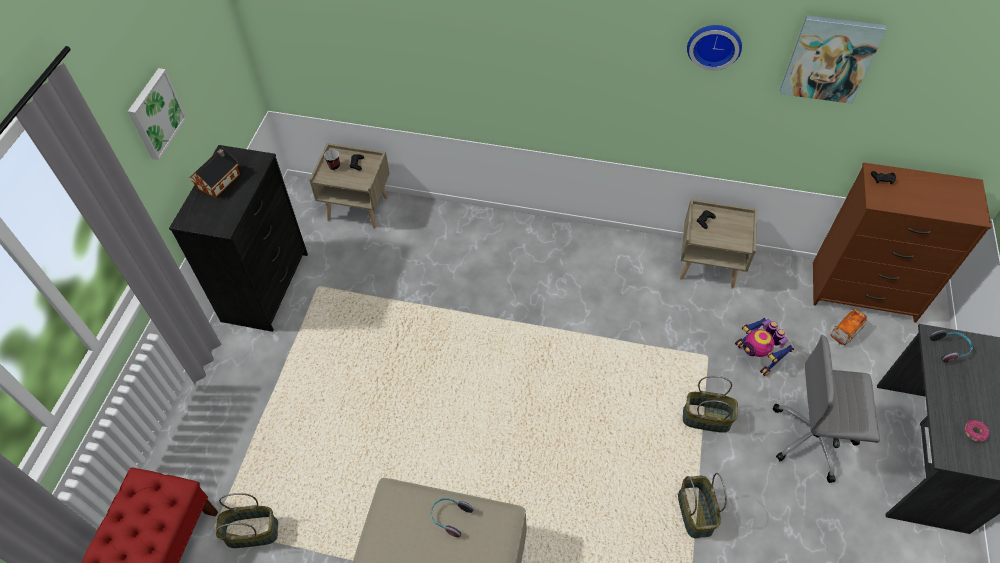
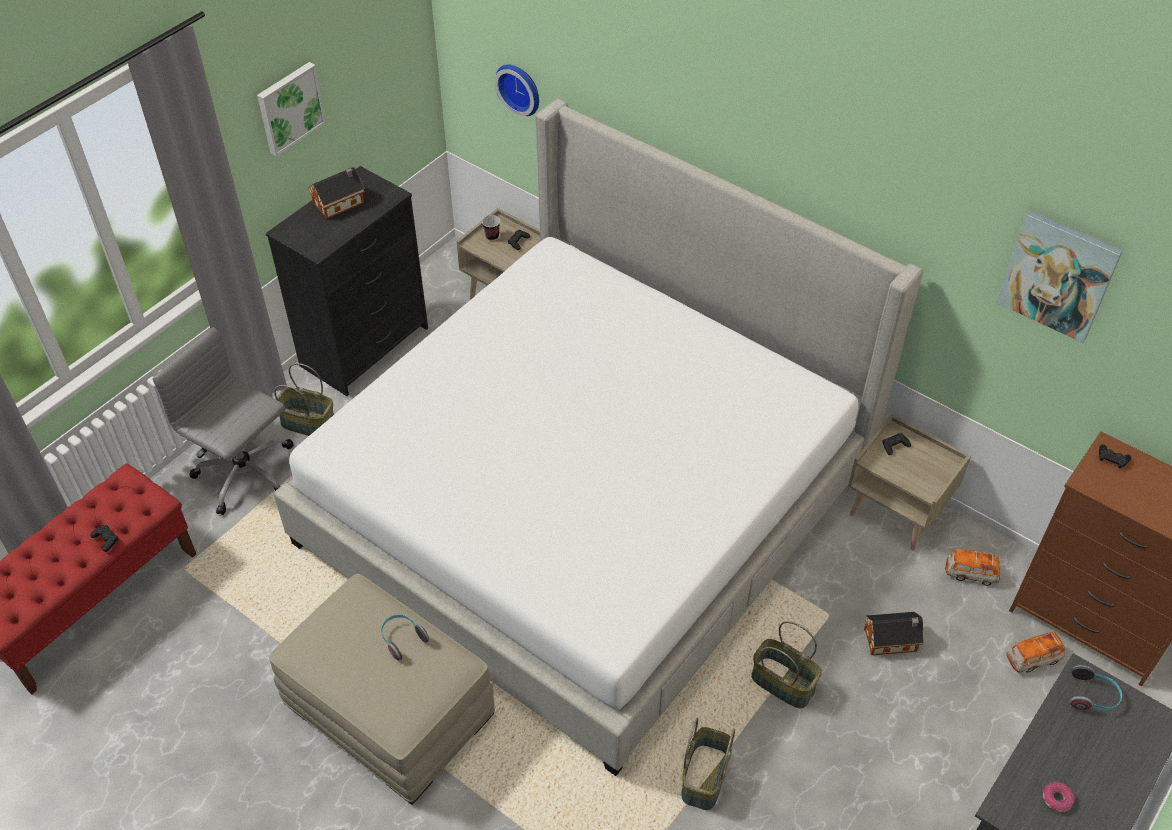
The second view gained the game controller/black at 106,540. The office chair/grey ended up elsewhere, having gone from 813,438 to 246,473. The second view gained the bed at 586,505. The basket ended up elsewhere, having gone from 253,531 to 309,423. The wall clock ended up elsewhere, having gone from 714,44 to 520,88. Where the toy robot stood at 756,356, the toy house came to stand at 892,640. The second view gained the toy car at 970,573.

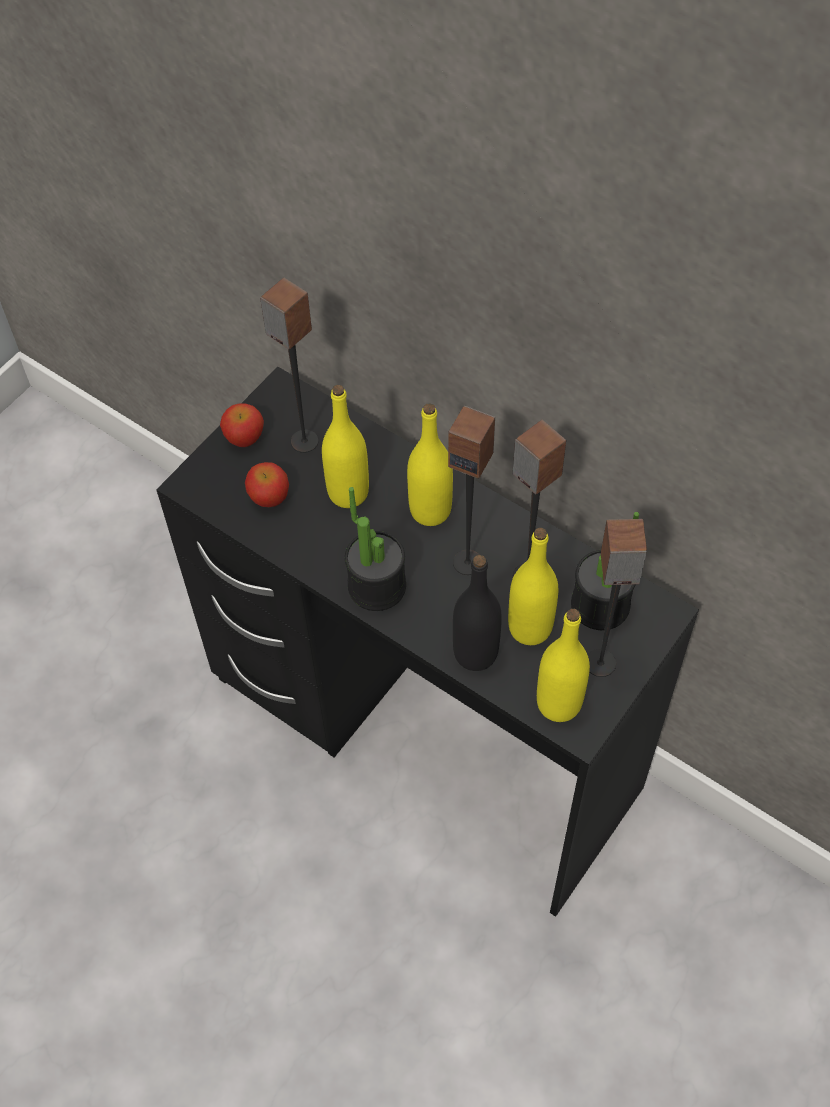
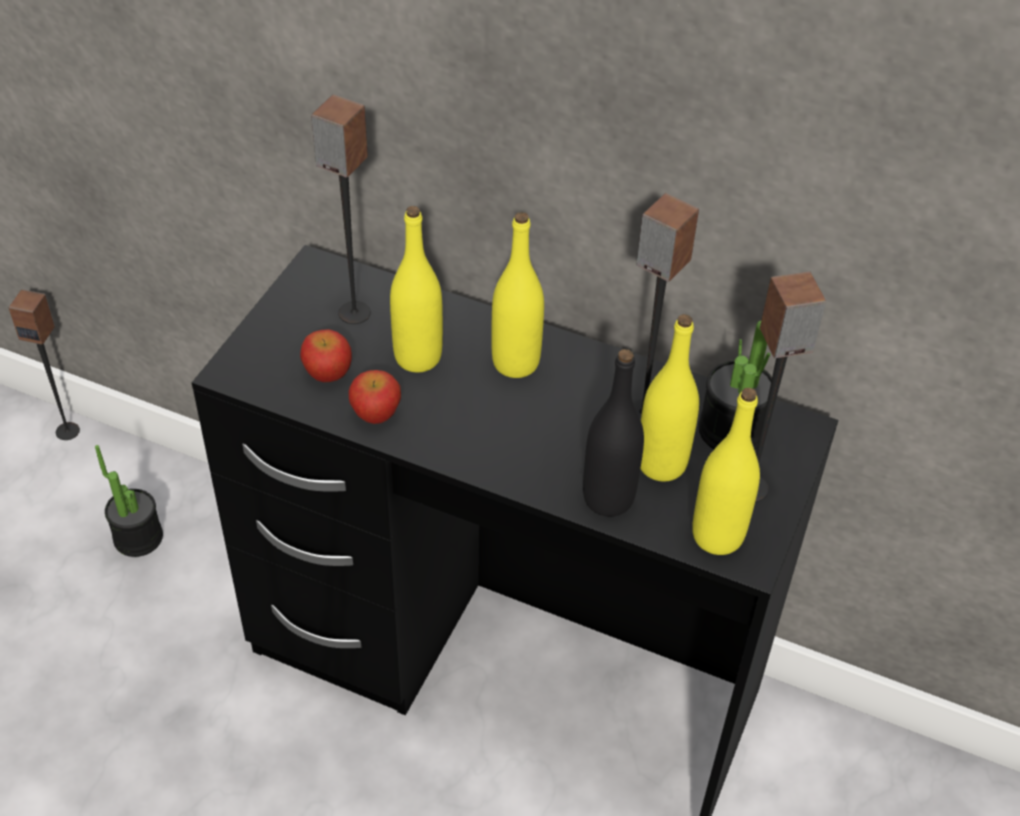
The speaker ended up elsewhere, having gone from 468,562 to 68,431. The potted plant ended up elsewhere, having gone from 377,586 to 138,537. The apple ended up elsewhere, having gone from 244,438 to 376,414.

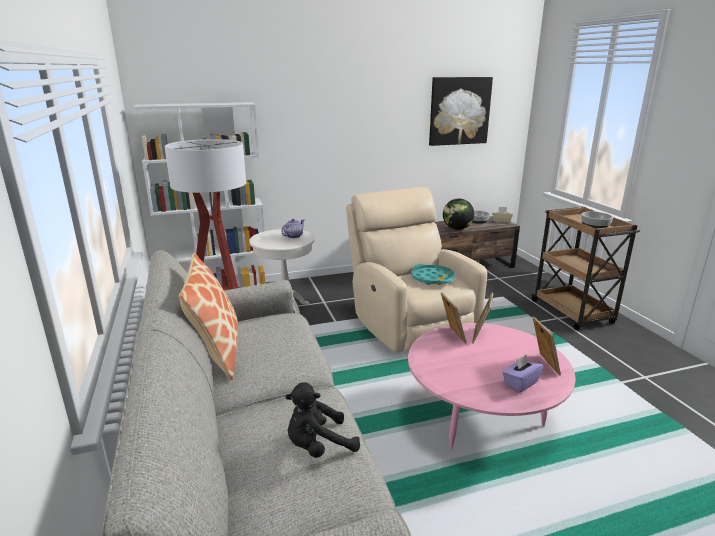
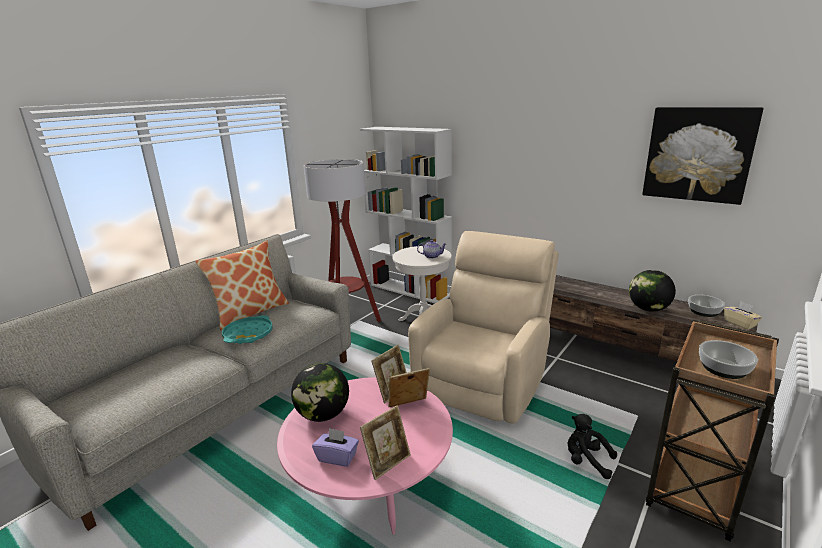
The tray/turquoise ended up elsewhere, having gone from 432,278 to 248,334. The second view gained the globe at 323,415. The plush toy/black ended up elsewhere, having gone from 318,446 to 586,461.

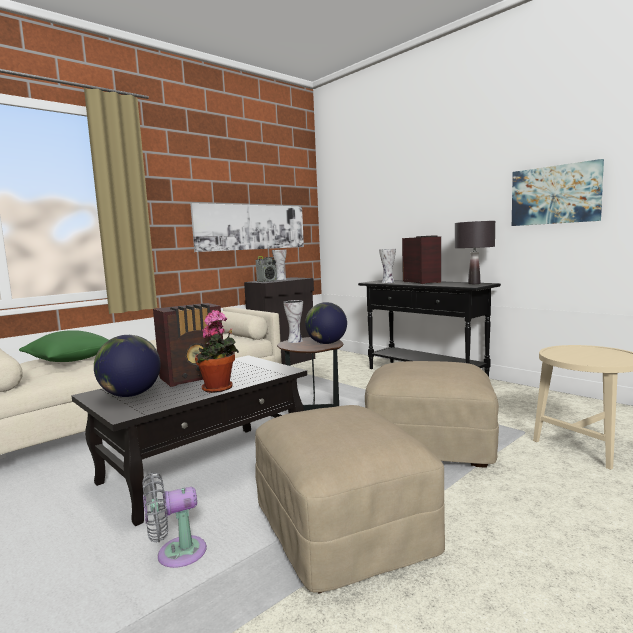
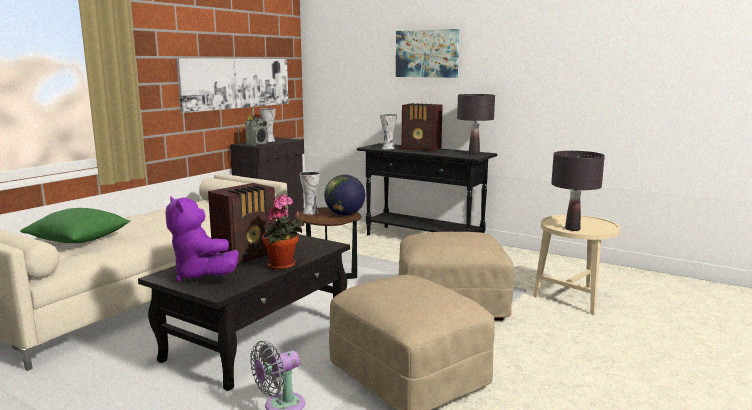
Where the globe stood at 130,395, the plush toy/purple came to stand at 201,275. The picture ended up elsewhere, having gone from 555,195 to 427,53. The radio at 421,282 ended up facing another way, 150 degrees clockwise from before. The second view gained the table lamp/black at 572,229.

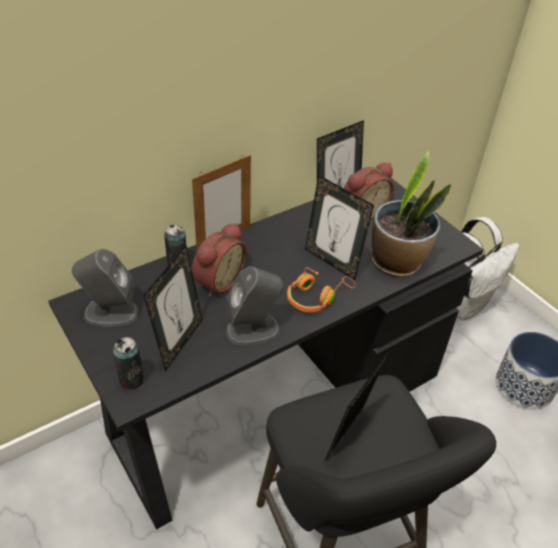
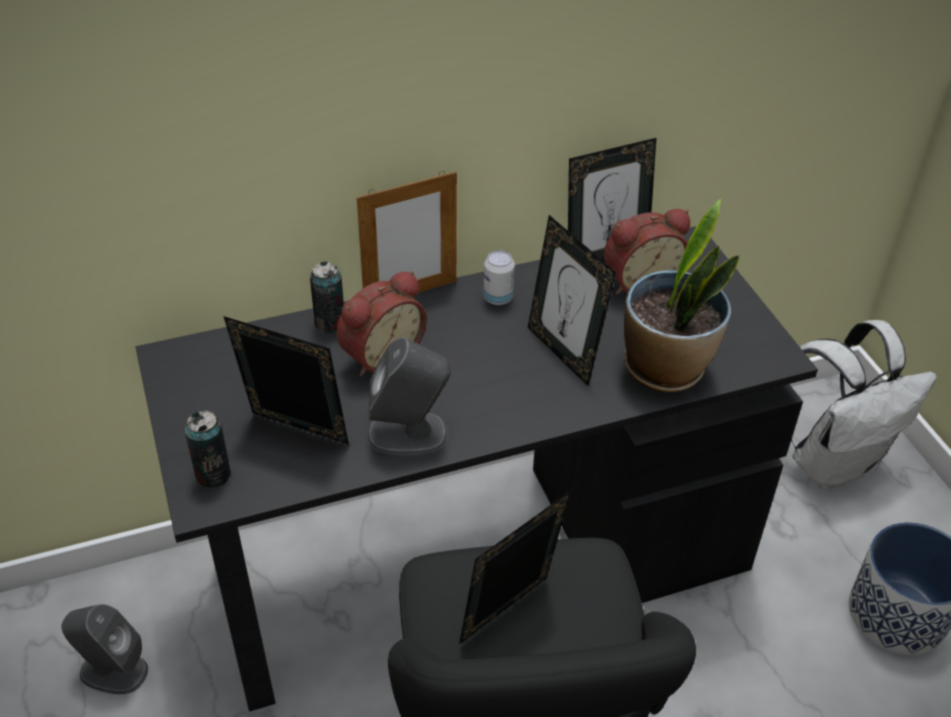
The speaker/grey ended up elsewhere, having gone from 110,312 to 113,670. The picture frame at 179,342 ended up facing another way, 105 degrees counterclockwise from before. The second view gained the can at 498,298. The second view lost the headphones/orange at 316,297.

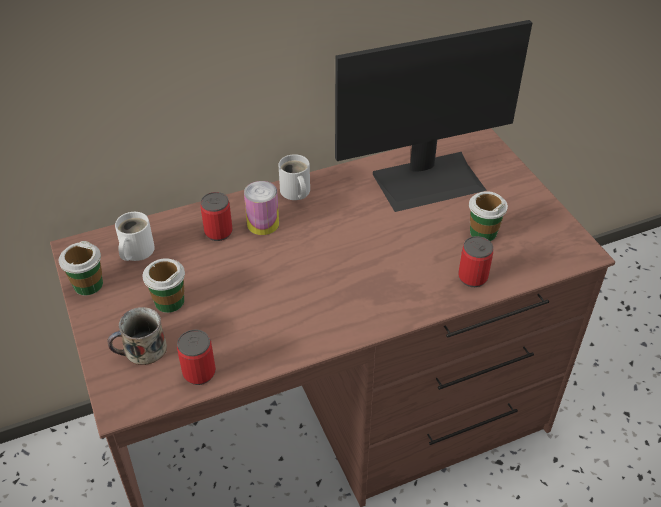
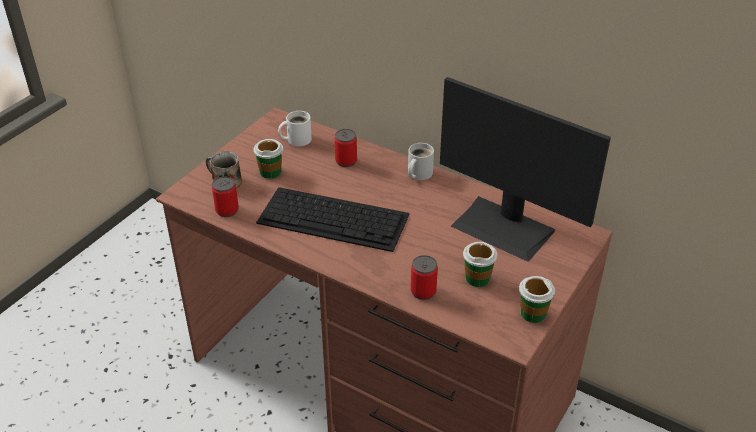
The second view gained the keyboard at 335,218. The cup ended up elsewhere, having gone from 88,285 to 533,313. The second view lost the can at 263,224.

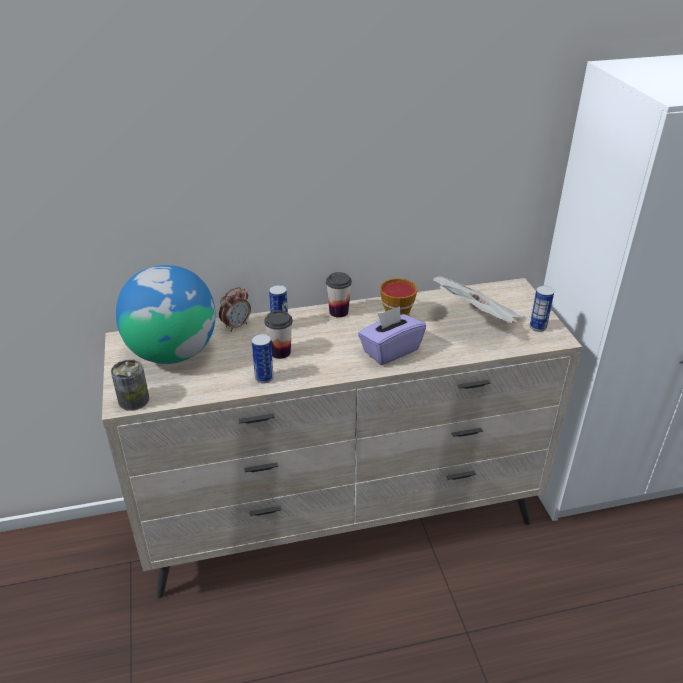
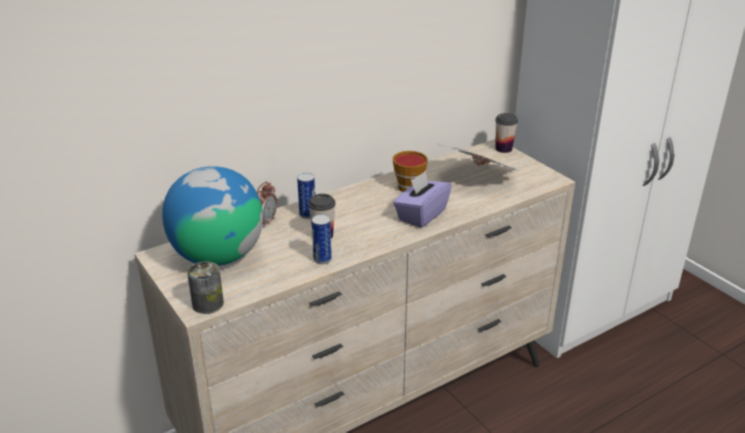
The cup ended up elsewhere, having gone from 338,312 to 503,149. The second view lost the can at 538,327.

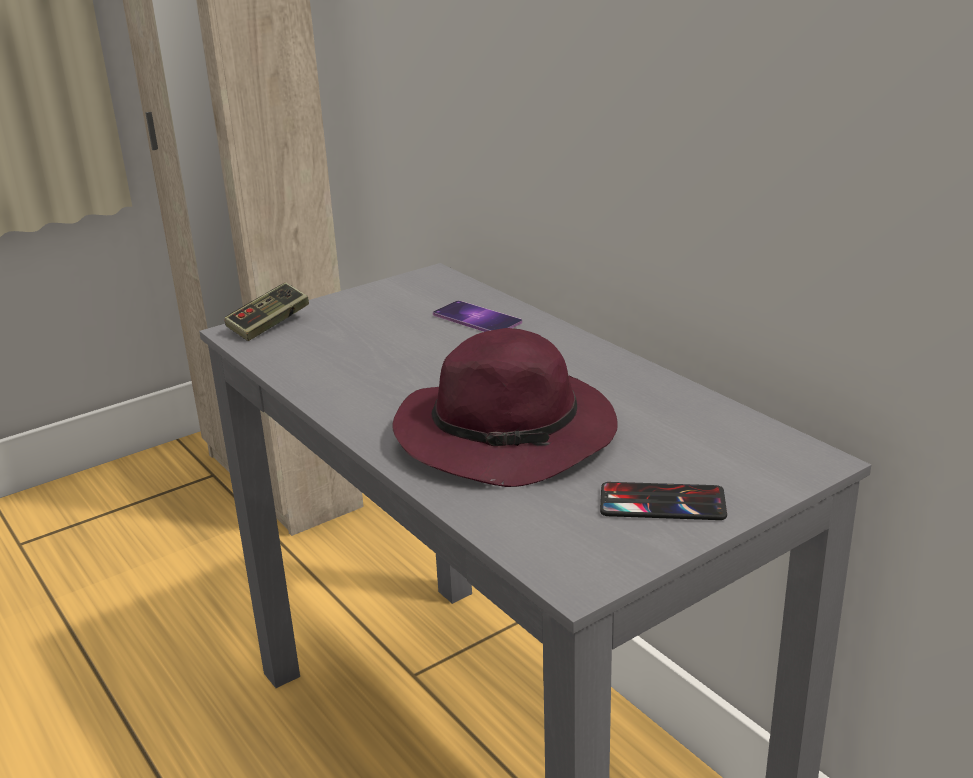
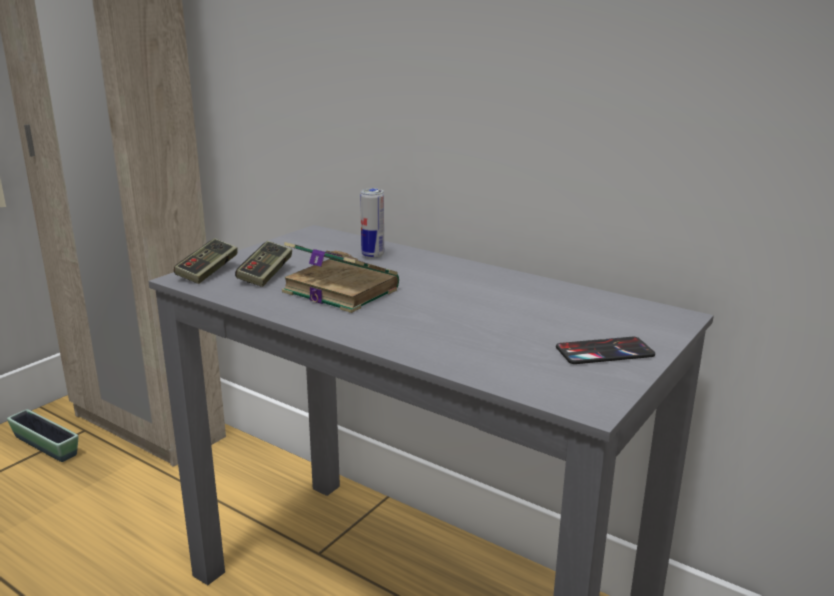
The second view gained the planter at 45,446. The second view gained the game controller at 265,275. The second view gained the book at 338,290. Where the phone stood at 477,318, the can came to stand at 373,256. The second view lost the hat/purple at 510,435.

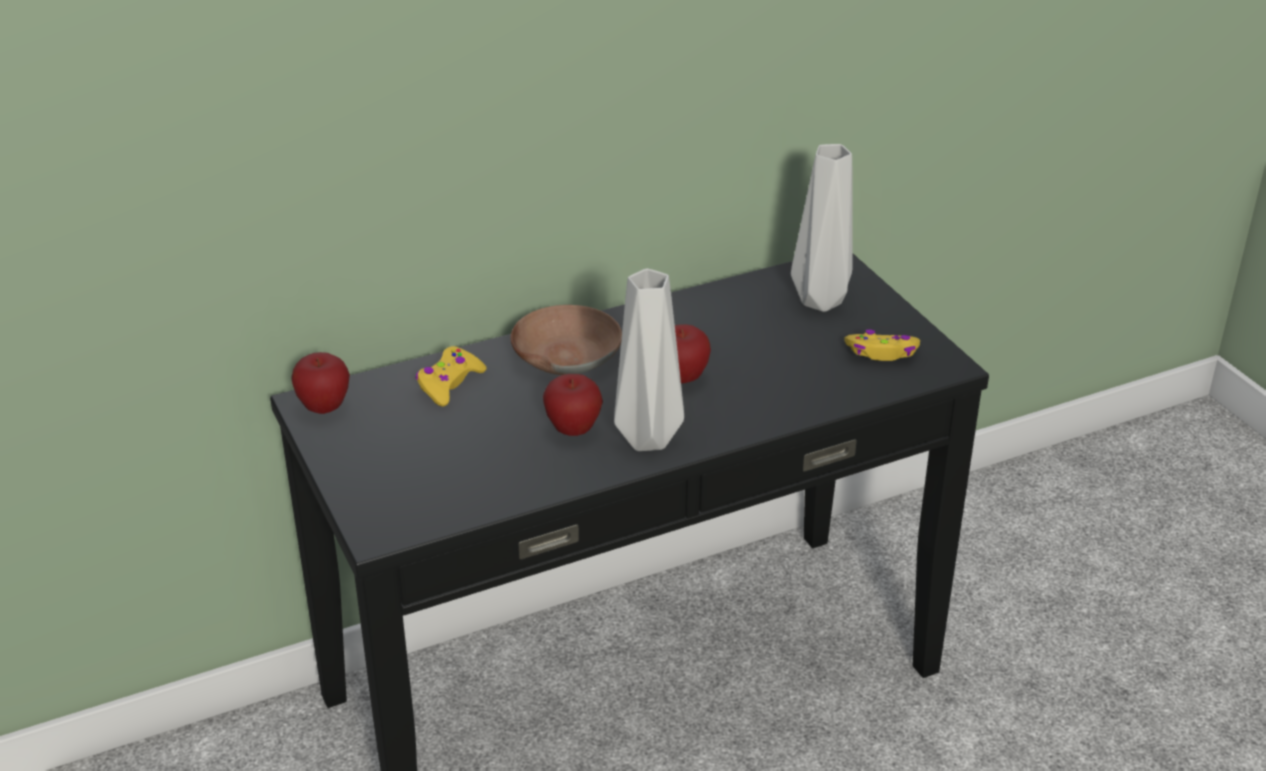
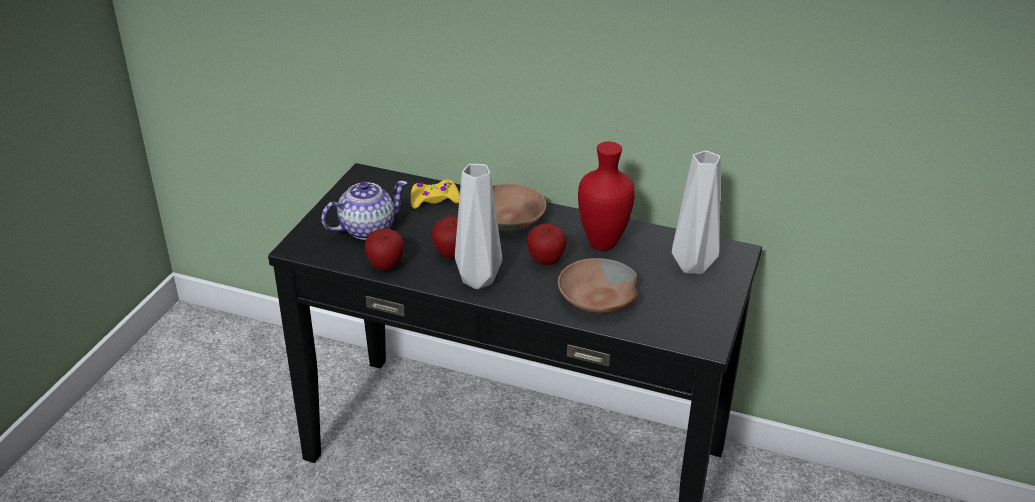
The second view gained the teapot at 366,229. The apple ended up elsewhere, having gone from 324,407 to 385,266. The second view gained the bowl/brown at 597,299. The second view gained the vase/red at 601,243. The second view lost the game controller/yellow at 882,352.

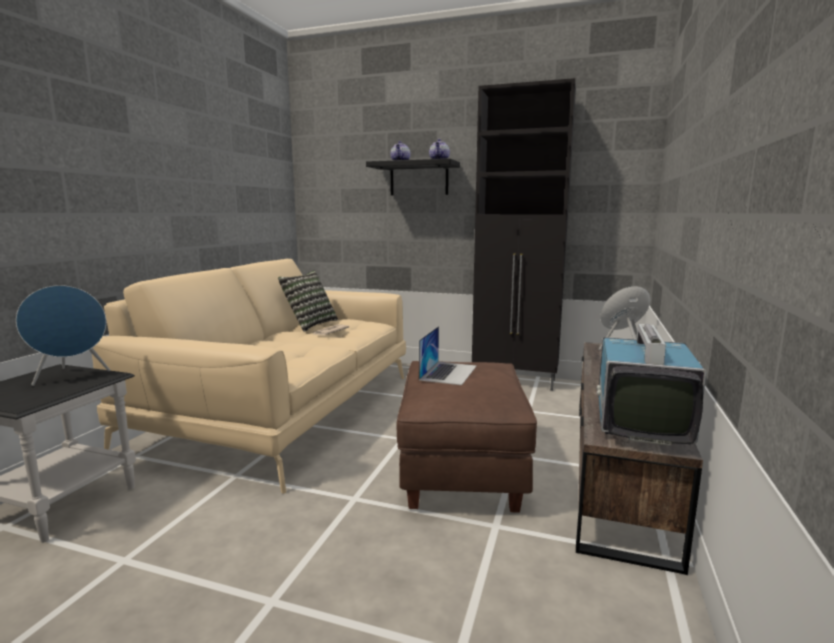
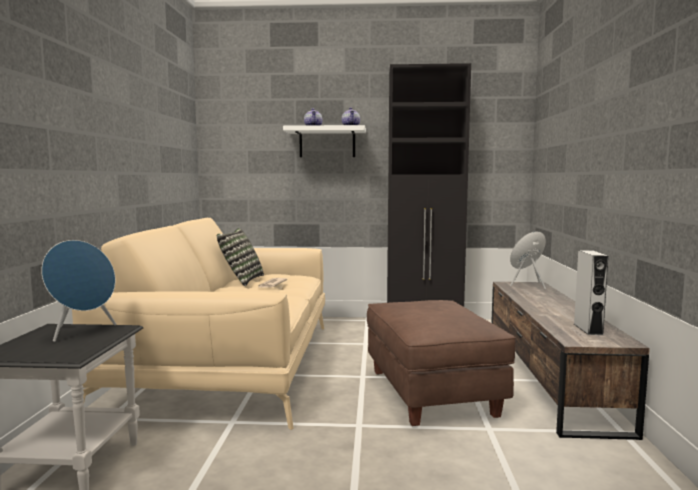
What was the shelf/black at 419,179 turned into the shelf/white at 327,143. Where the television stood at 640,421, the speaker/grey came to stand at 588,329. The second view lost the laptop at 448,372.

